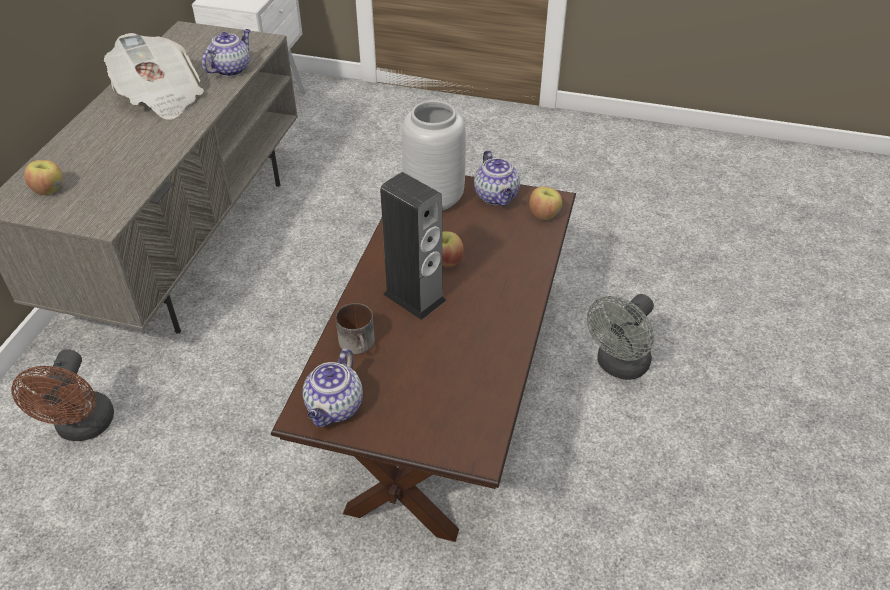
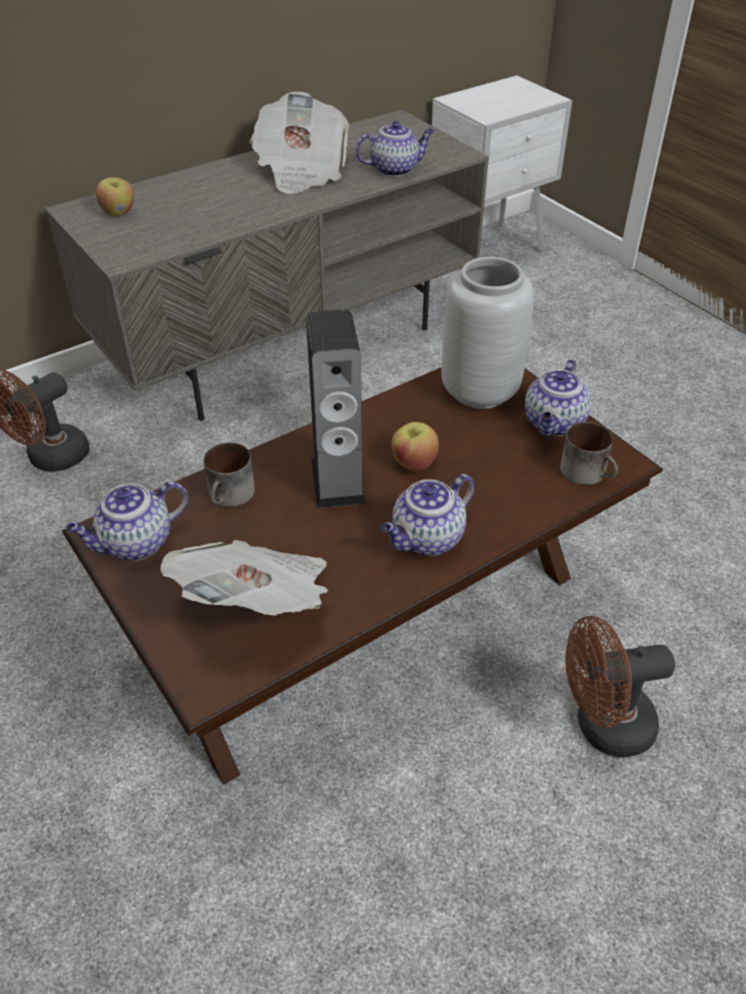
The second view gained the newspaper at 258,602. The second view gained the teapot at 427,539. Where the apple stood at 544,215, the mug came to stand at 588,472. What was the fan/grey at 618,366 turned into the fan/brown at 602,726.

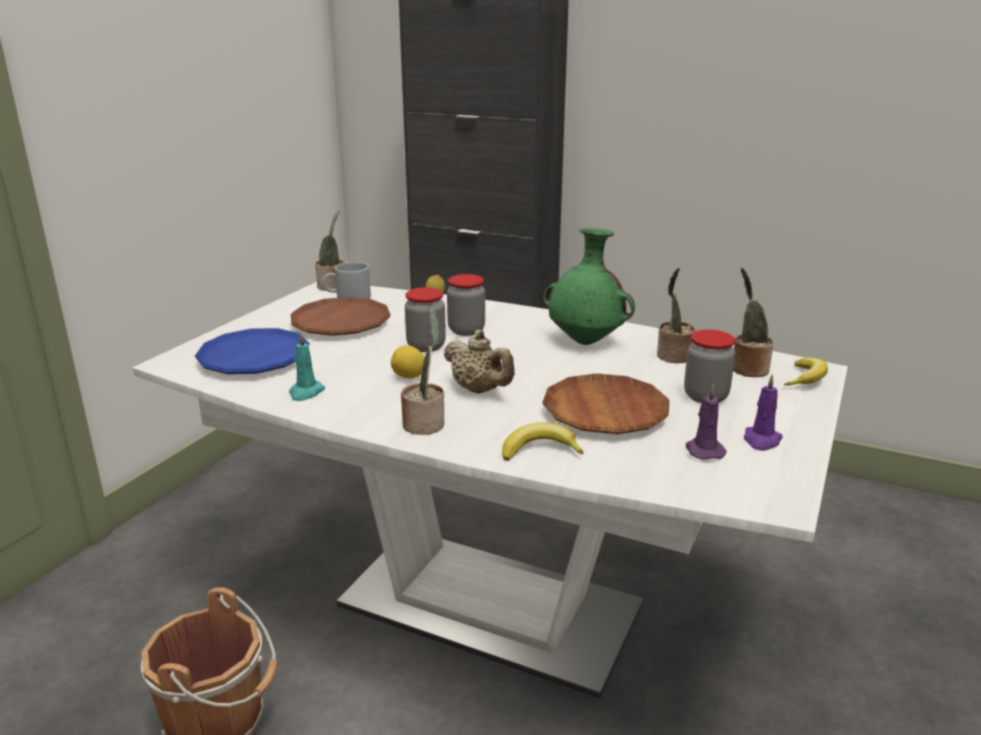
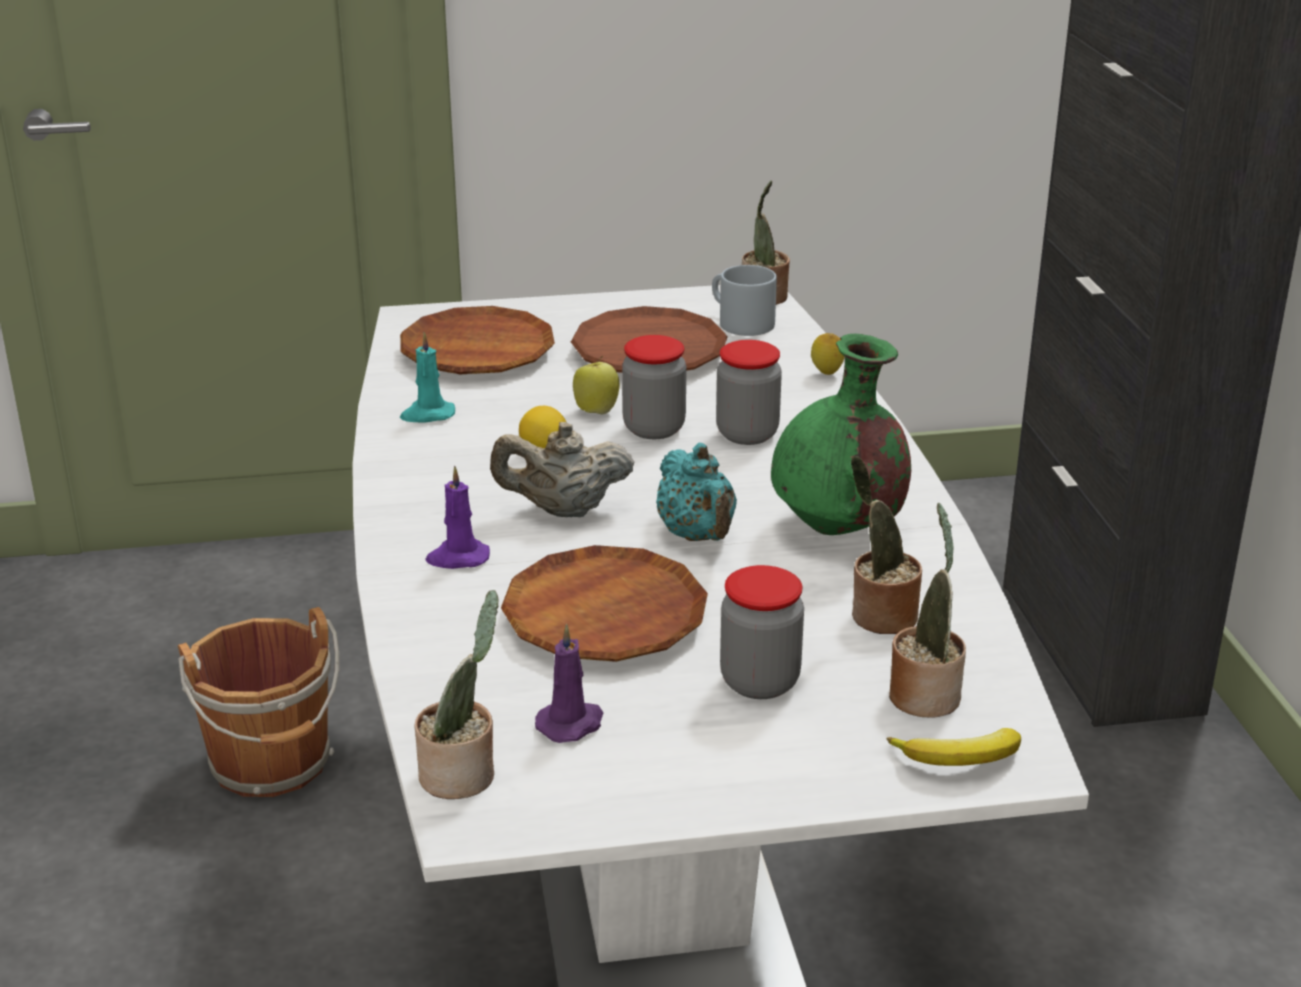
What was the plate/blue at 254,359 turned into the plate/brown at 477,352. The potted plant ended up elsewhere, having gone from 425,423 to 463,775. The candle/purple ended up elsewhere, having gone from 761,440 to 457,558. The teapot/beige at 479,390 ended up facing another way, 75 degrees clockwise from before. The second view gained the apple at 596,411. The second view gained the teapot/turquoise at 698,536. The second view lost the banana at 539,450.

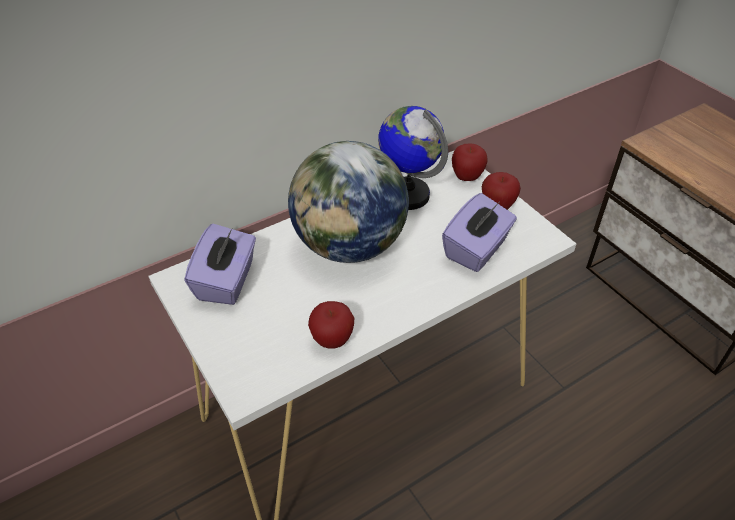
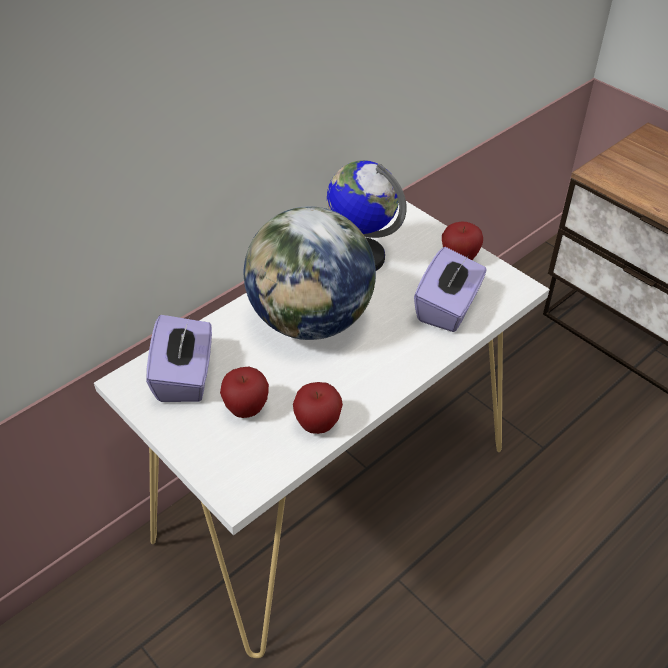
The apple ended up elsewhere, having gone from 467,177 to 246,409.

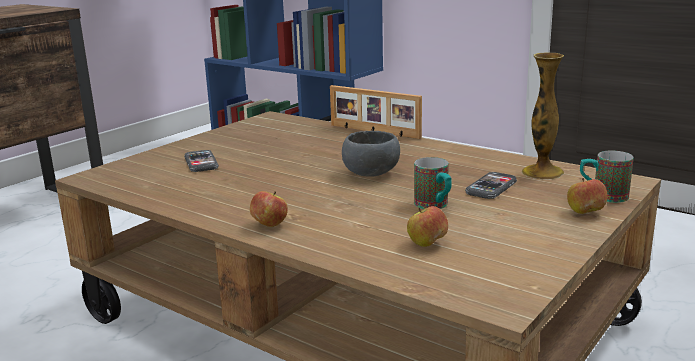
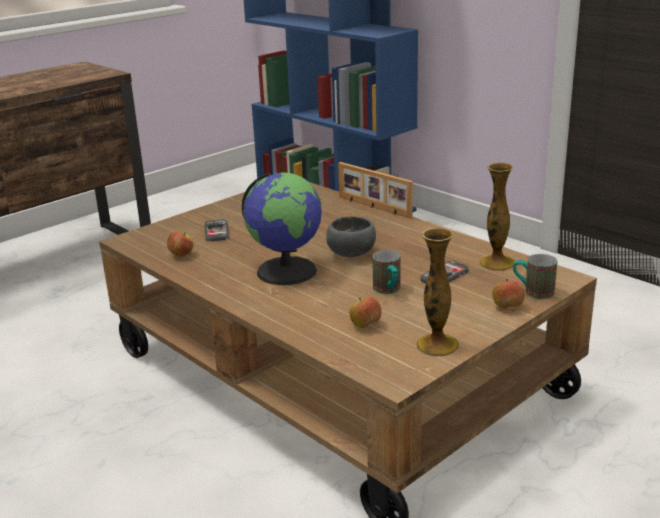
The apple ended up elsewhere, having gone from 269,225 to 181,255. The second view gained the globe at 287,270. The second view gained the vase at 437,345.

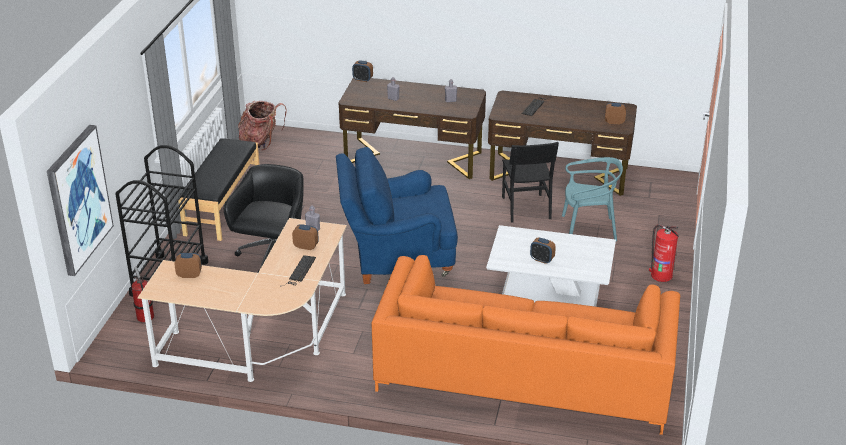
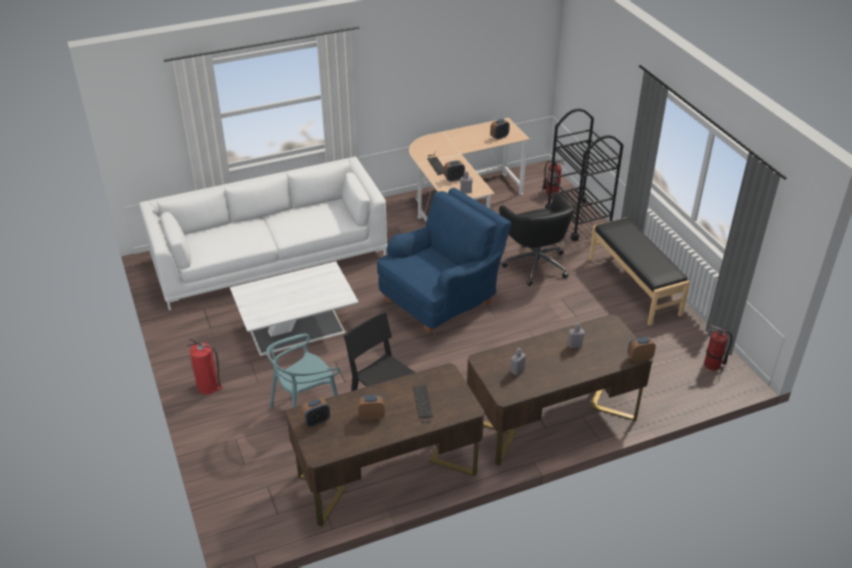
What was the sofa/orange at 524,375 turned into the sofa/white at 270,258. The alarm clock ended up elsewhere, having gone from 542,259 to 371,416. Where the backpack stood at 260,142, the fire extinguisher came to stand at 712,365. The second view lost the picture at 78,199.

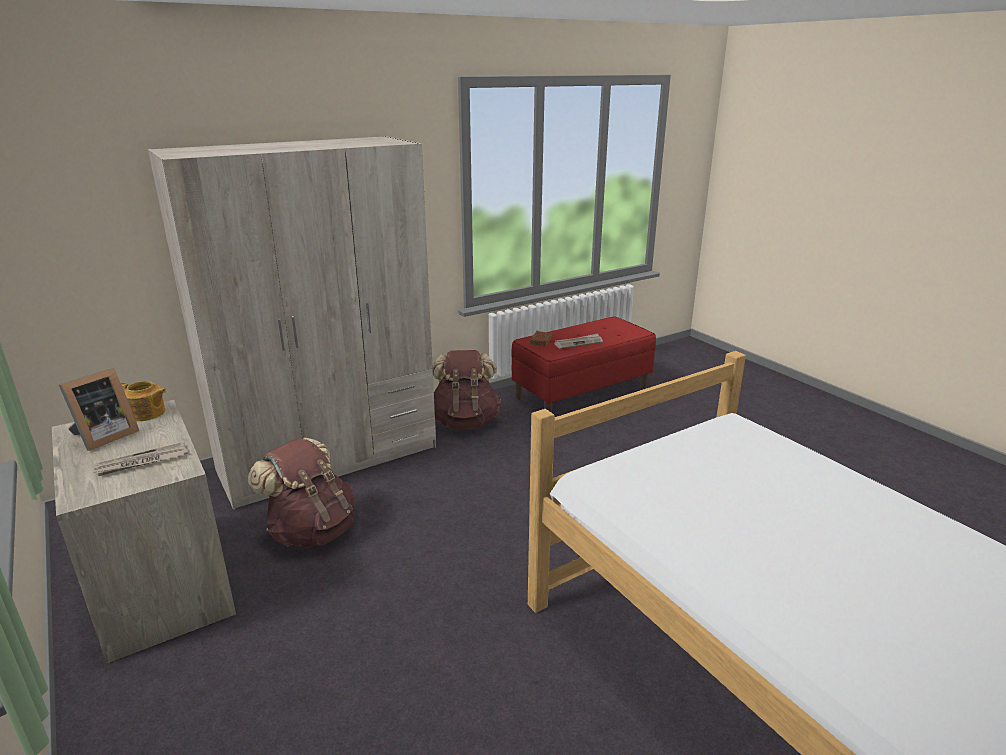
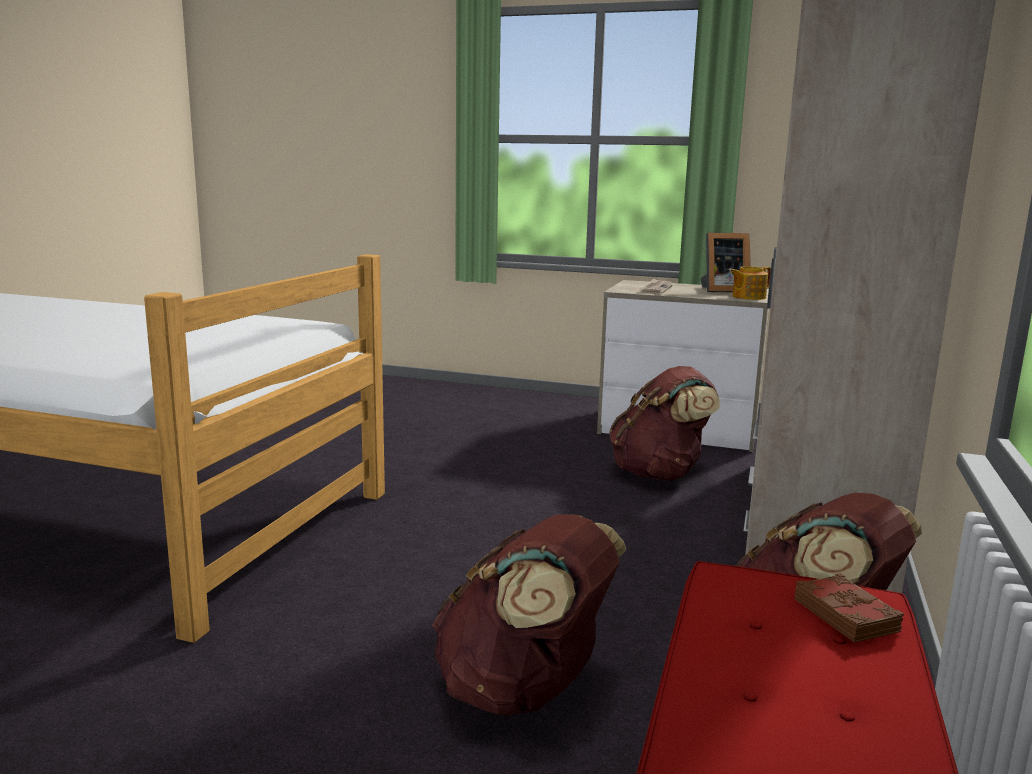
The second view gained the backpack/brown at 524,691. The picture frame at 103,437 ended up facing another way, 90 degrees counterclockwise from before. The second view lost the newspaper at 578,343.

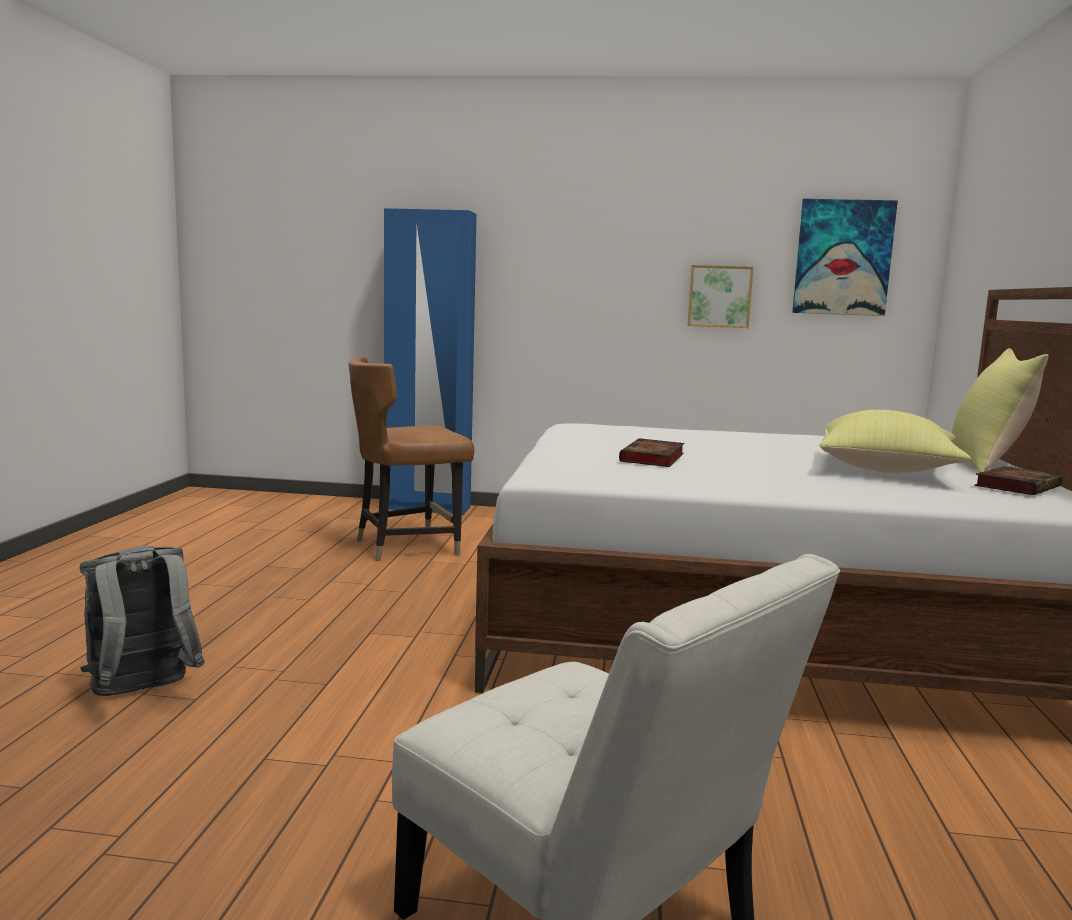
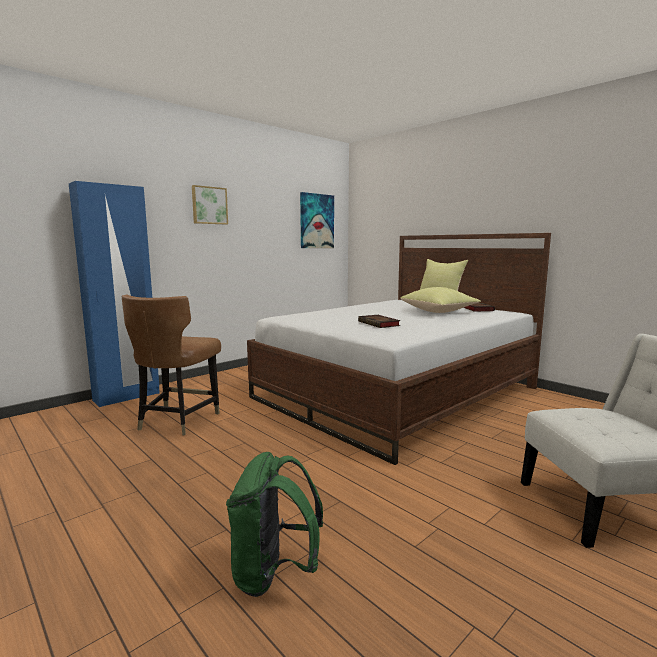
The picture ended up elsewhere, having gone from 719,296 to 209,205. What was the backpack/grey at 143,692 turned into the backpack/green at 273,573.

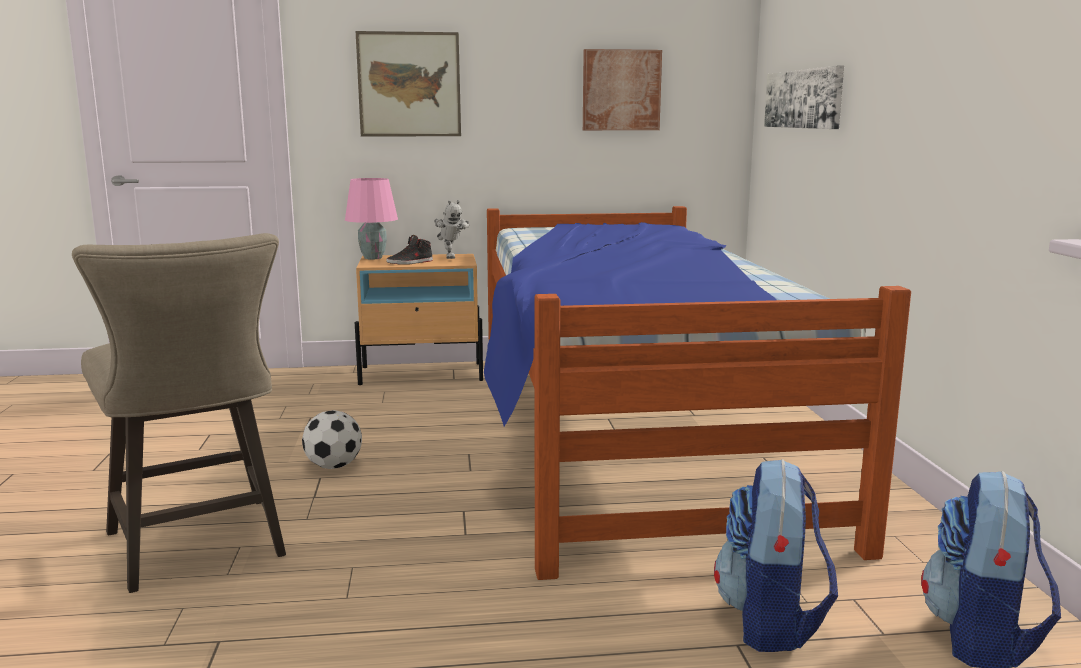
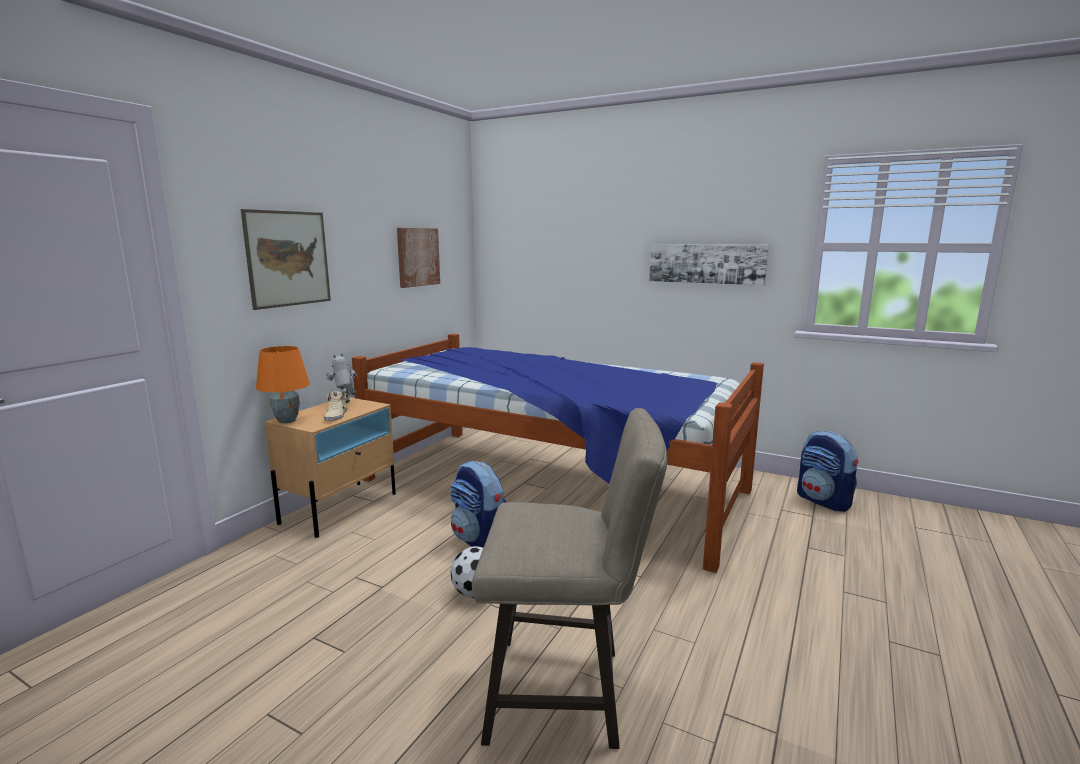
What was the table lamp/pink at 372,258 turned into the table lamp/orange at 287,421. What was the shoe/black at 410,262 turned into the shoe/beige at 336,416. The toy robot at 450,257 ended up facing another way, 135 degrees counterclockwise from before. The backpack ended up elsewhere, having gone from 771,622 to 480,541. The picture ended up elsewhere, having gone from 804,99 to 706,263.

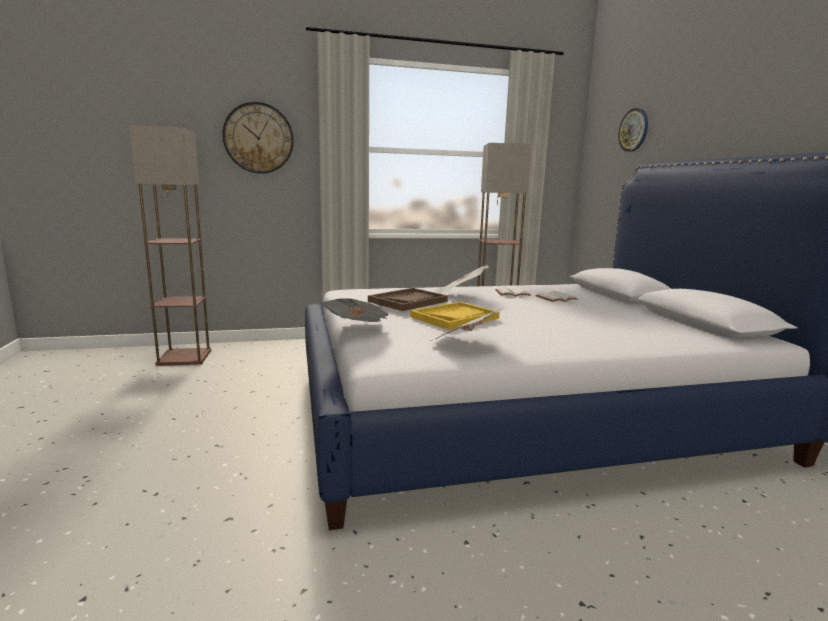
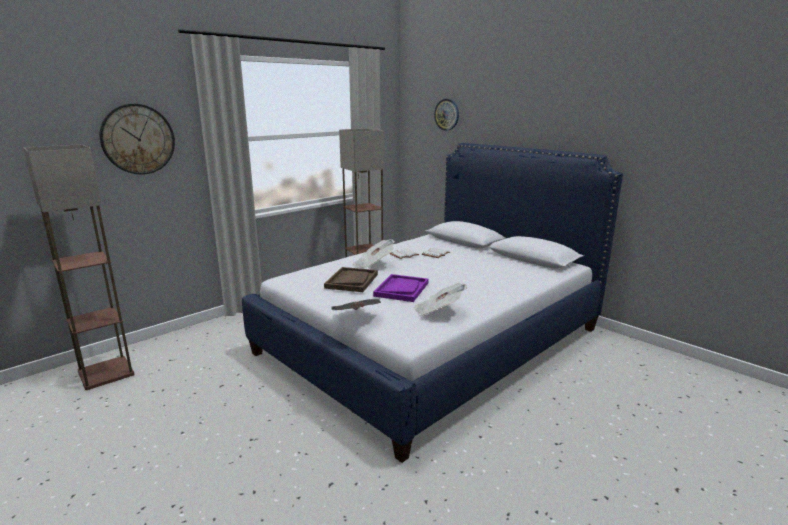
What was the tray/yellow at 454,317 turned into the tray/purple at 401,289.

